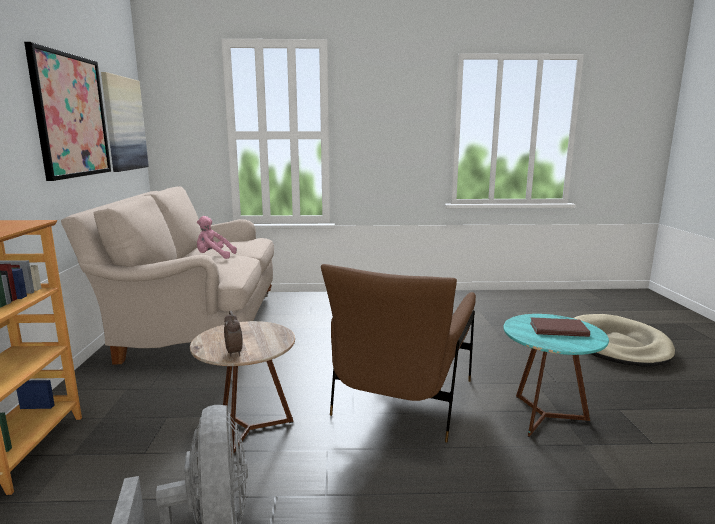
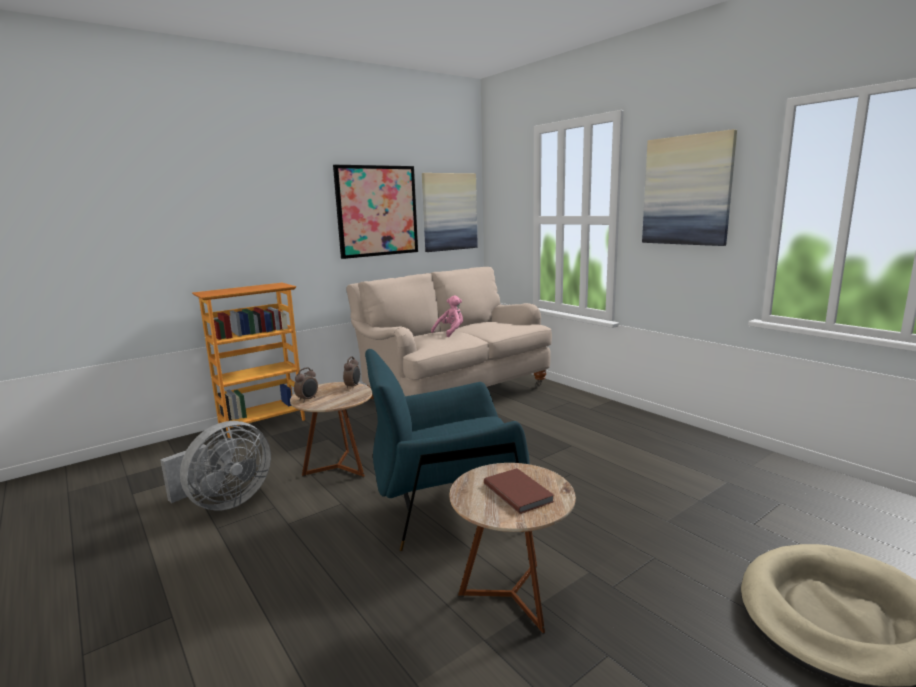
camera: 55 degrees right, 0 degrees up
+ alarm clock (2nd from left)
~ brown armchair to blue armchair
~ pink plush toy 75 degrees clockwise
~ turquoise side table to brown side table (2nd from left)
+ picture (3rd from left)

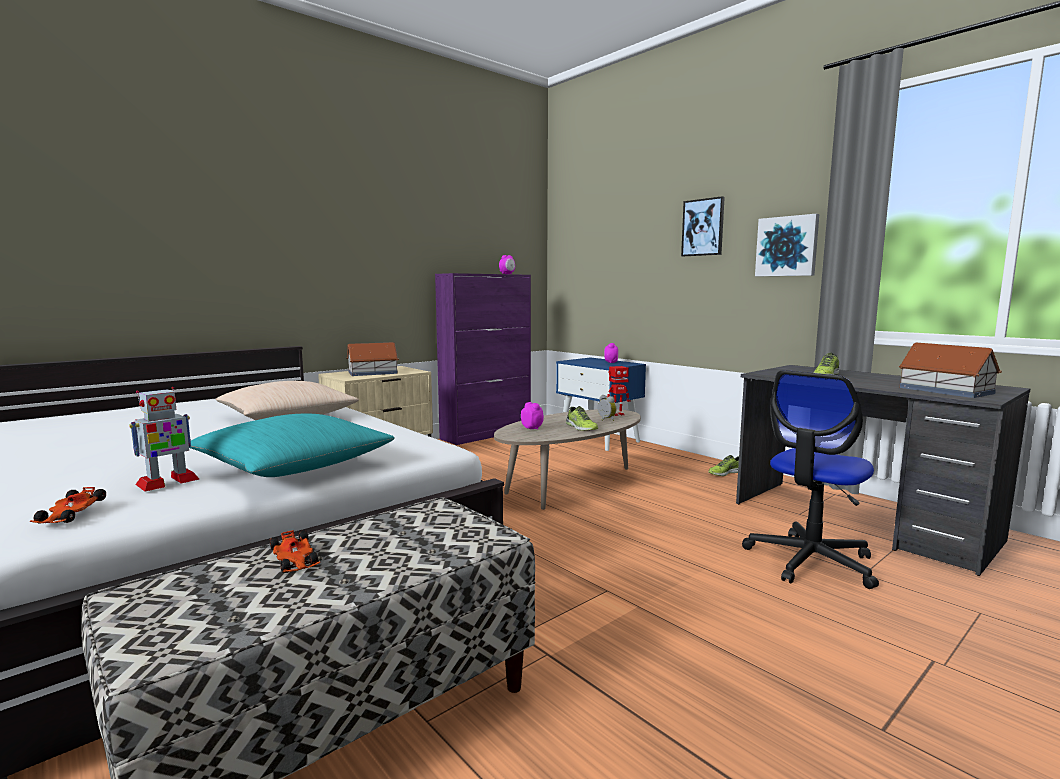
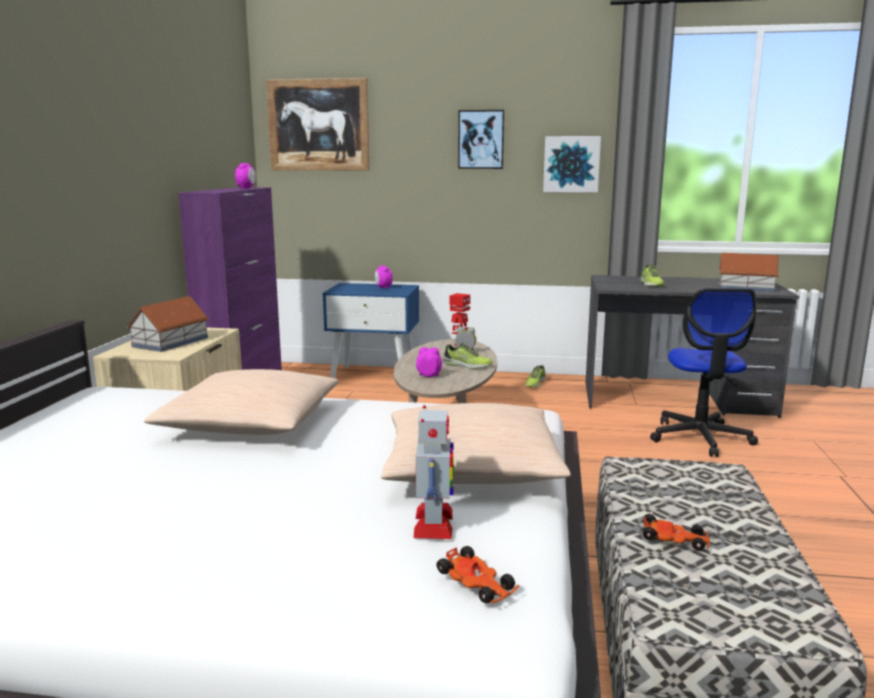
camera: 40 degrees left, 5 degrees up
+ picture (1st from left)
~ turquoise pillow to beige pillow (2nd from left)

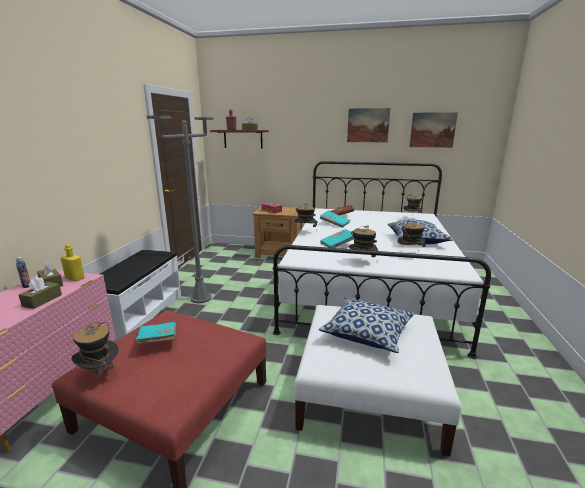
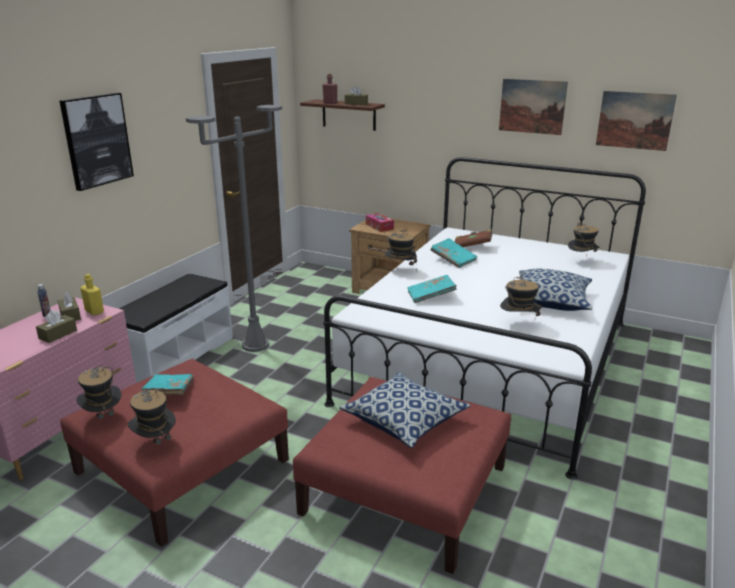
camera: 15 degrees right, 5 degrees up
+ picture (1st from left)
~ hat (3rd from left in the first image) to hat (2nd from left)
~ white ottoman to red ottoman (2nd from left)

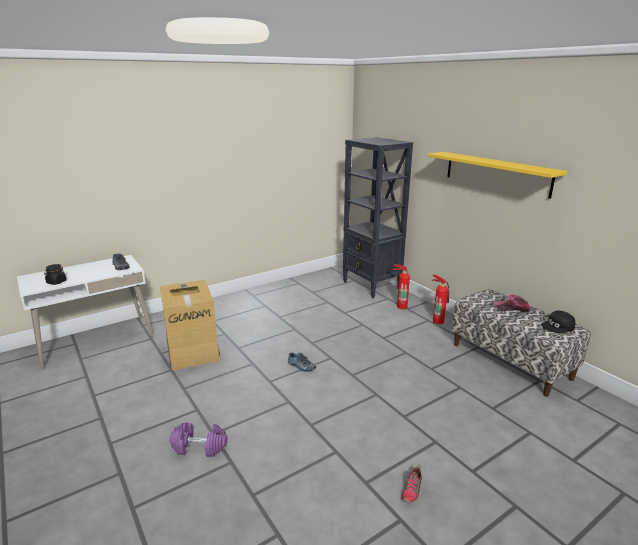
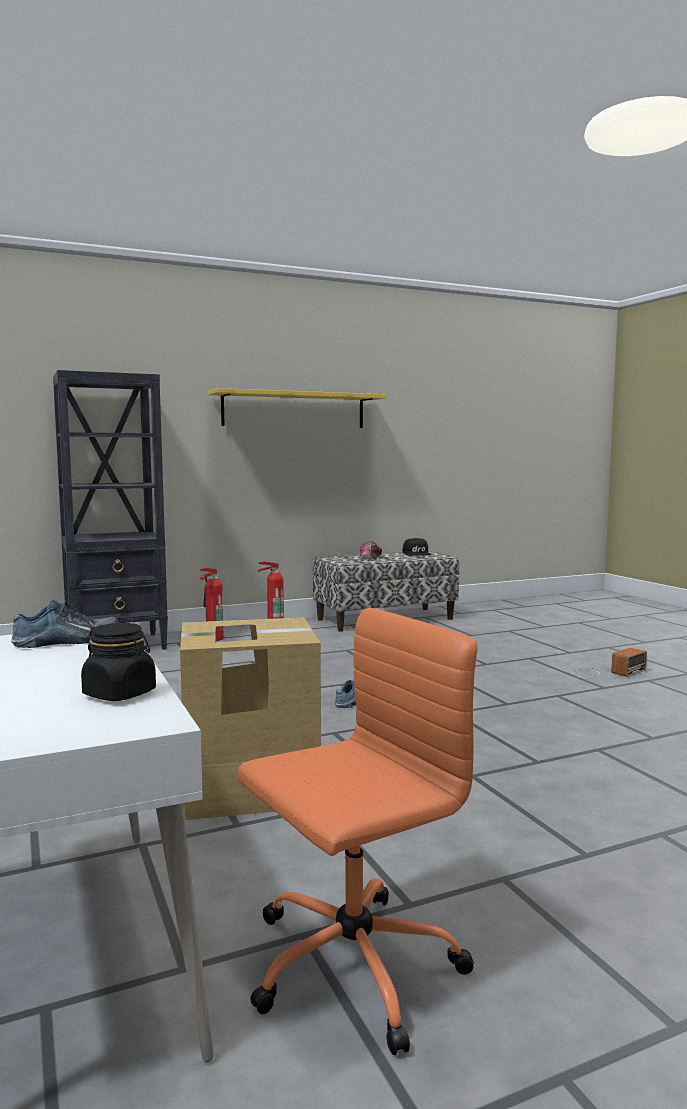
camera: 80 degrees left, 15 degrees down
+ orange office chair
~ shoe (3rd from left) to radio
- purple dumbbell

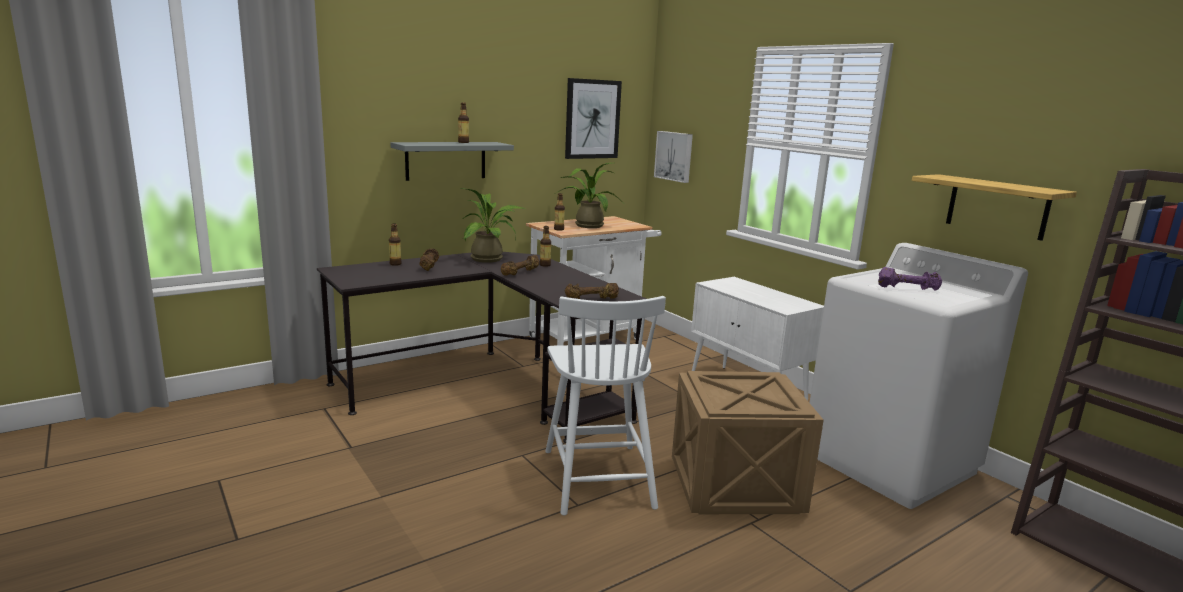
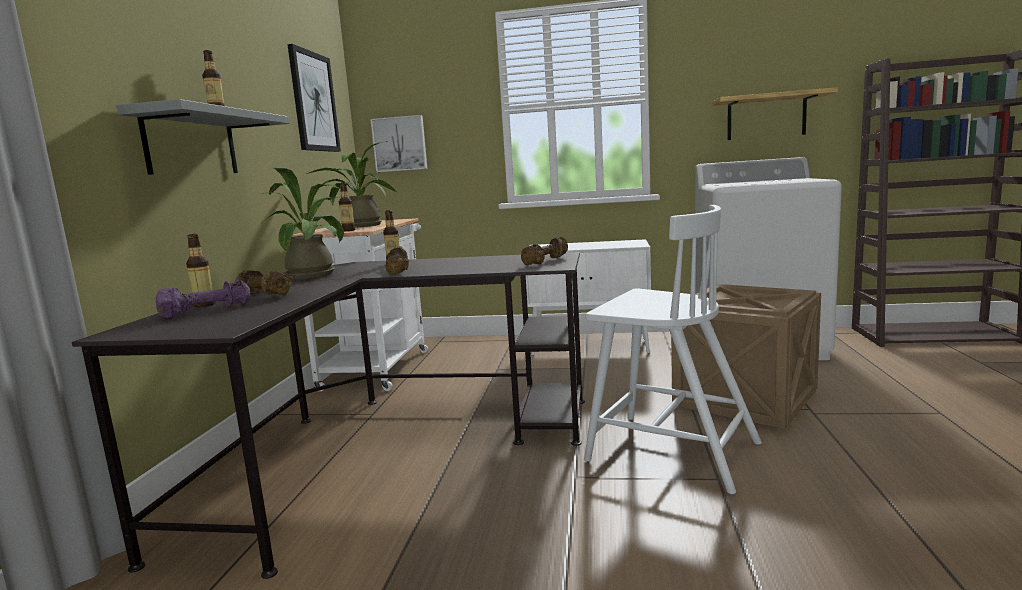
camera: 45 degrees left, 5 degrees down
~ purple dumbbell

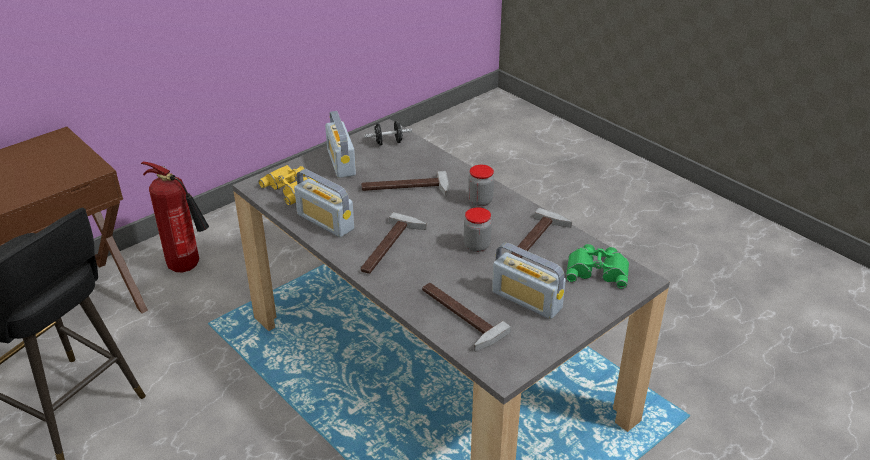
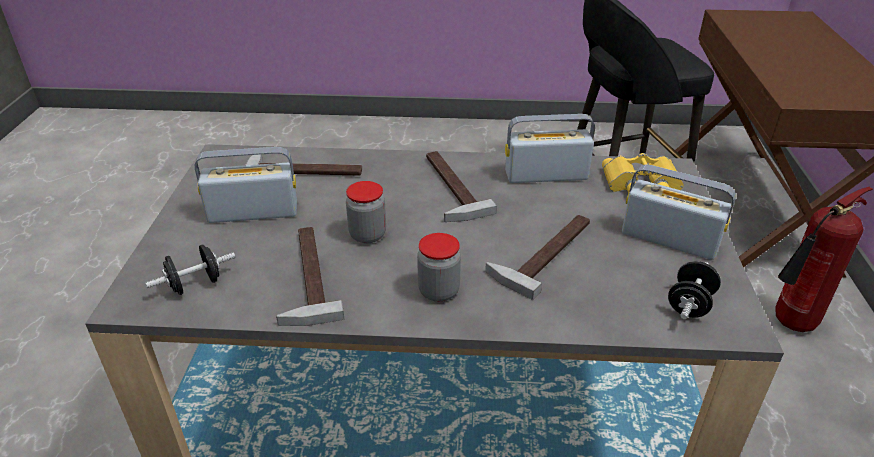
camera: 135 degrees right, 0 degrees up
~ green binoculars to black dumbbell (1st from left)

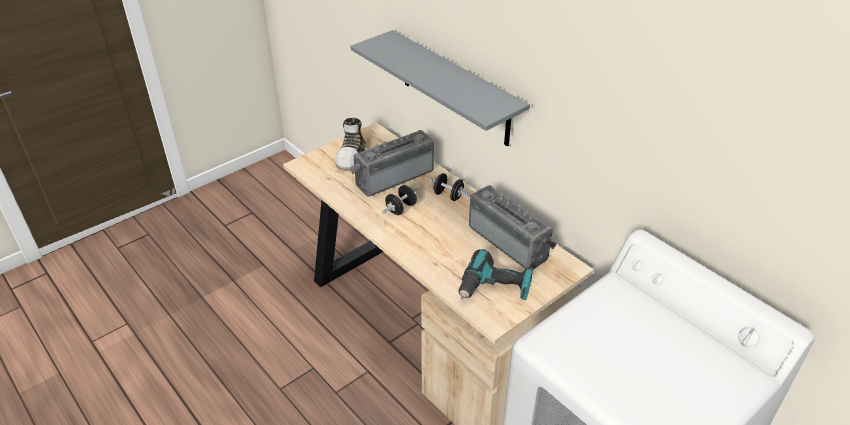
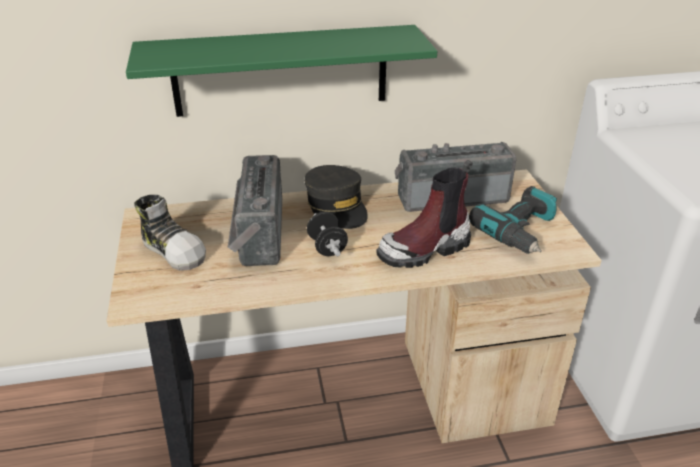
camera: 60 degrees left, 5 degrees down
~ grey shelf to green shelf
~ black dumbbell (2nd from left) to grey cap
+ boot

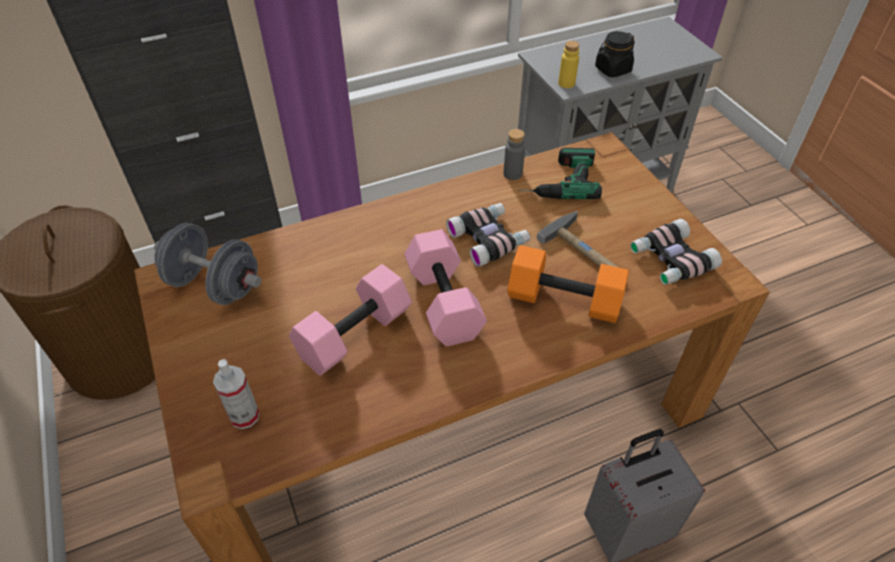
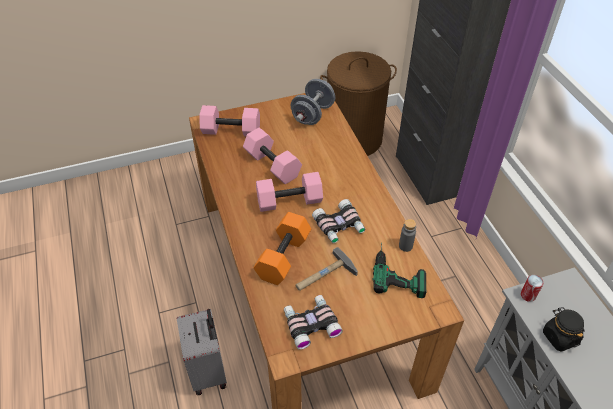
camera: 95 degrees right, 0 degrees up
~ spray bottle to pink dumbbell (1st from left)
~ yellow bottle to can

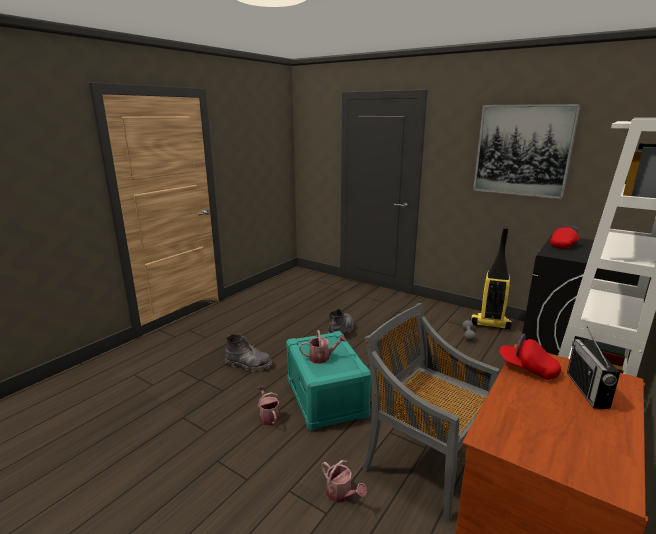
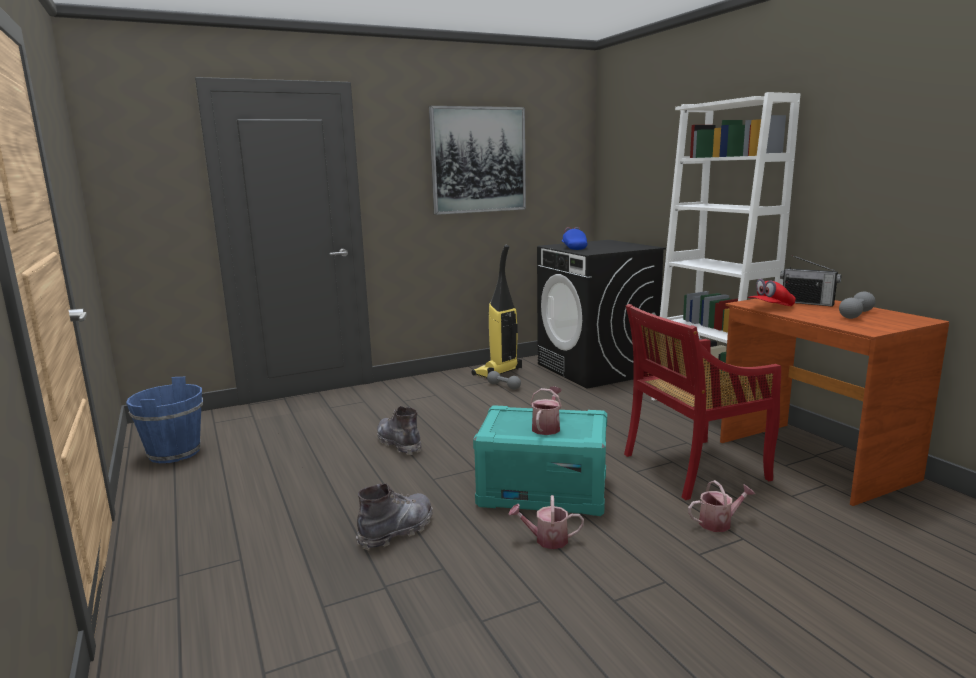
camera: 60 degrees left, 5 degrees down
+ blue bucket
~ red cap (2nd from left) to blue cap
~ grey chair to red chair
+ grey dumbbell (2nd from left)

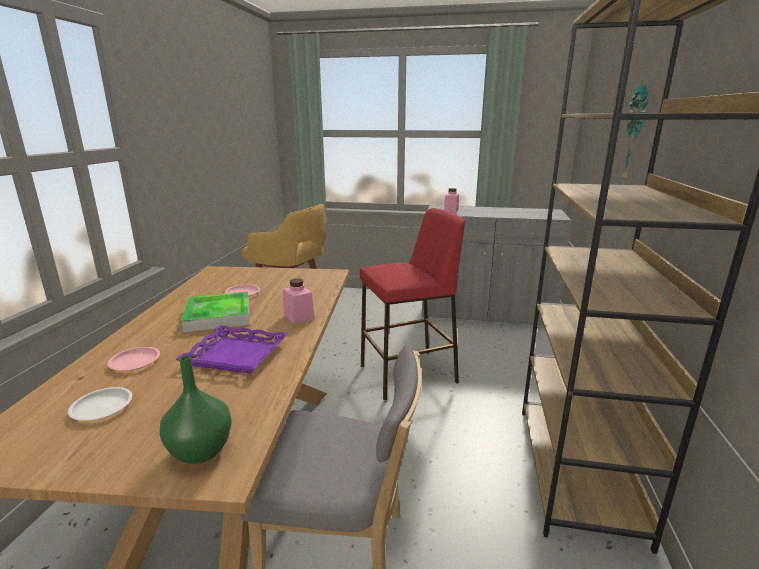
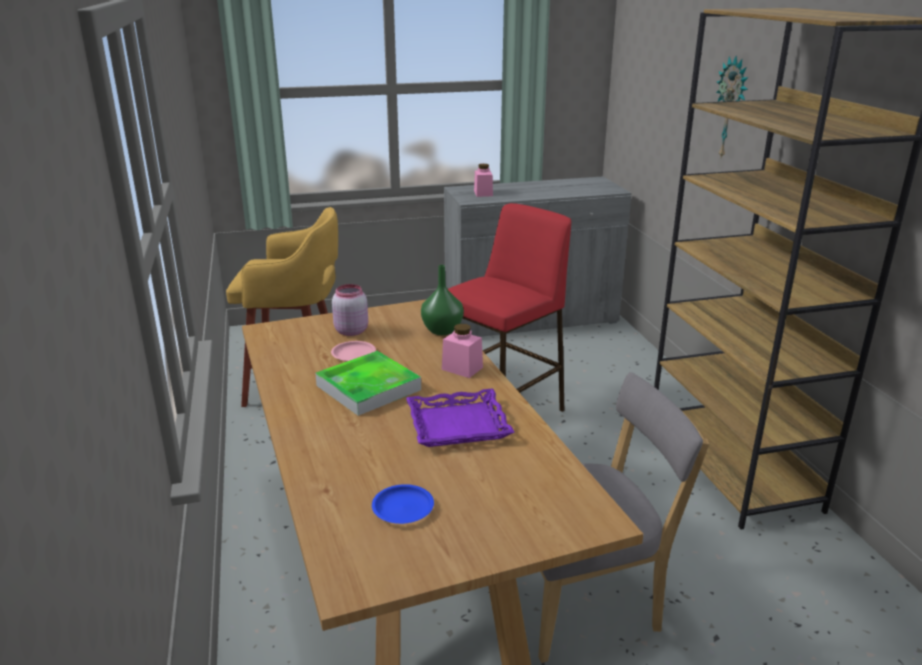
camera: 25 degrees left, 5 degrees up
+ pink jar (1st from left)
~ white plate to blue plate
~ green vase
- pink plate (1st from left)

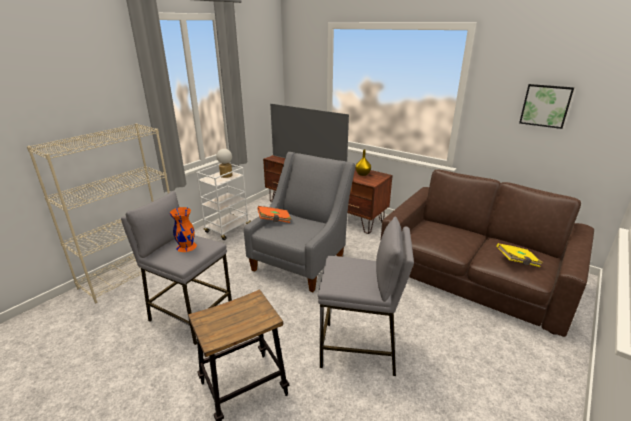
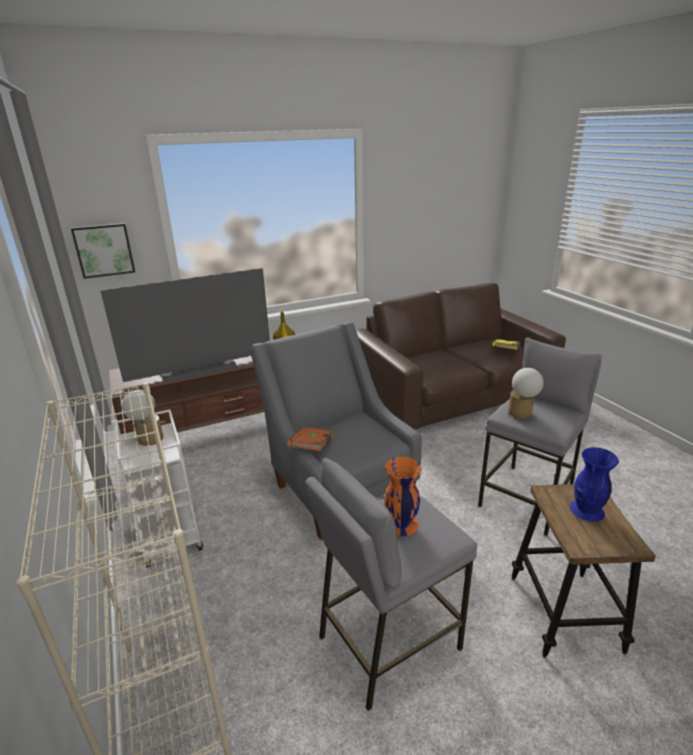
camera: 60 degrees left, 0 degrees up
~ picture
+ table lamp (2nd from left)
+ blue vase

